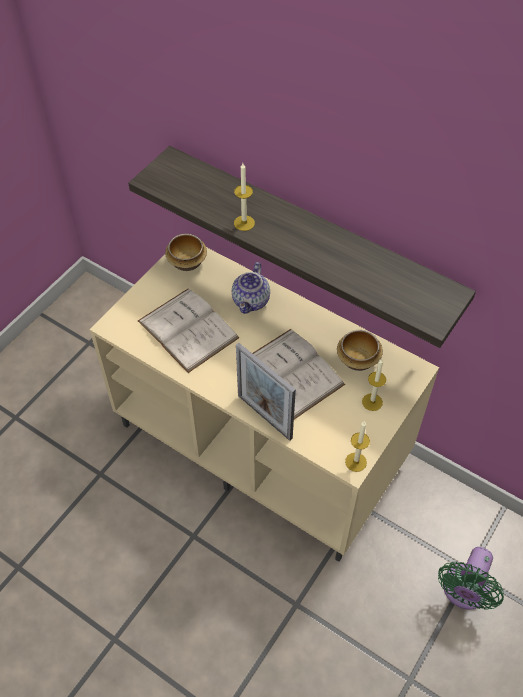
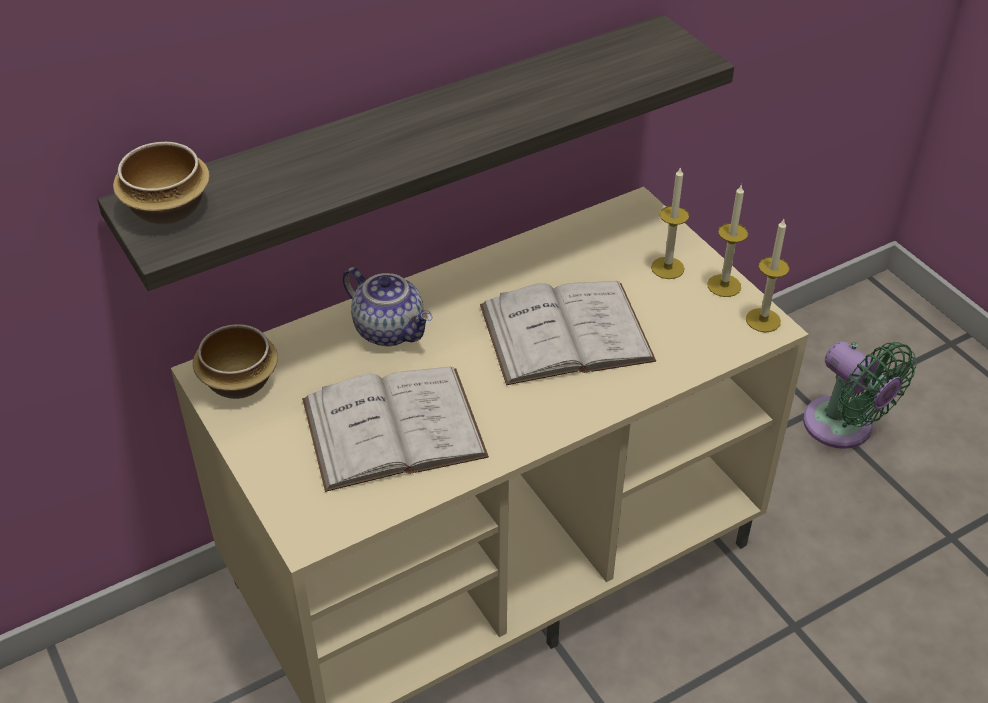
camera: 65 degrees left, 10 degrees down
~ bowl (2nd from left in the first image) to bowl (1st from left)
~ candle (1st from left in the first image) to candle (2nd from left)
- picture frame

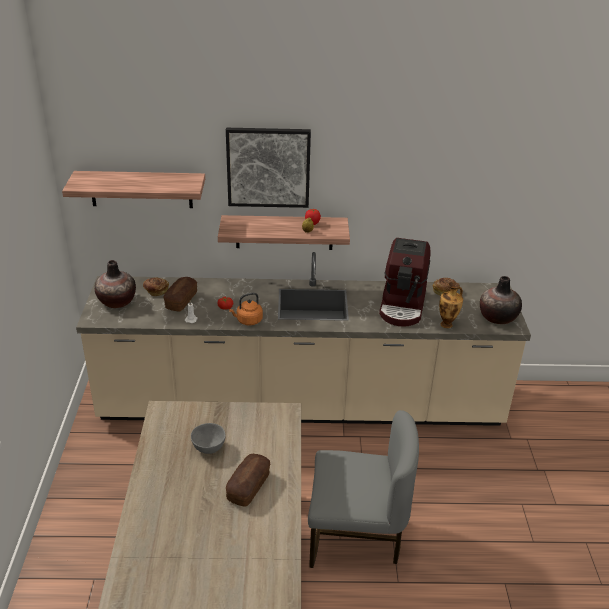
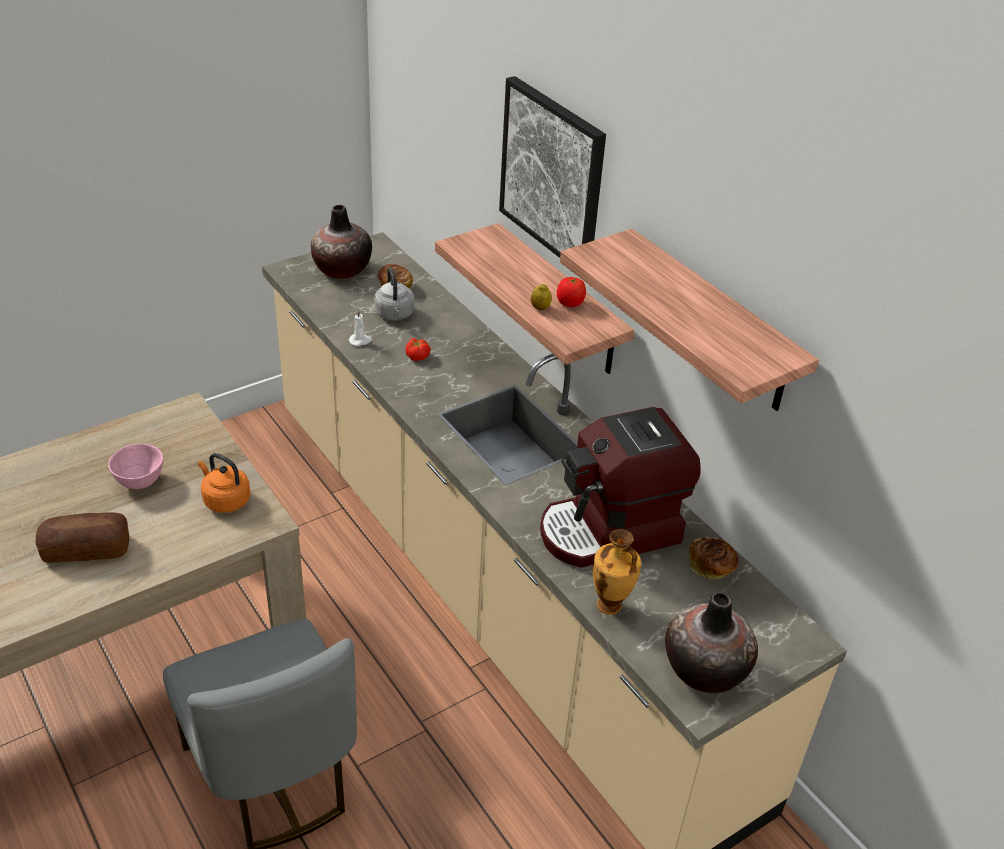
camera: 55 degrees right, 5 degrees up
~ grey bowl to pink bowl
~ orange kettle
~ bread (2nd from left) to grey kettle
~ shelf (1st from left in the first image) to shelf (2nd from left)

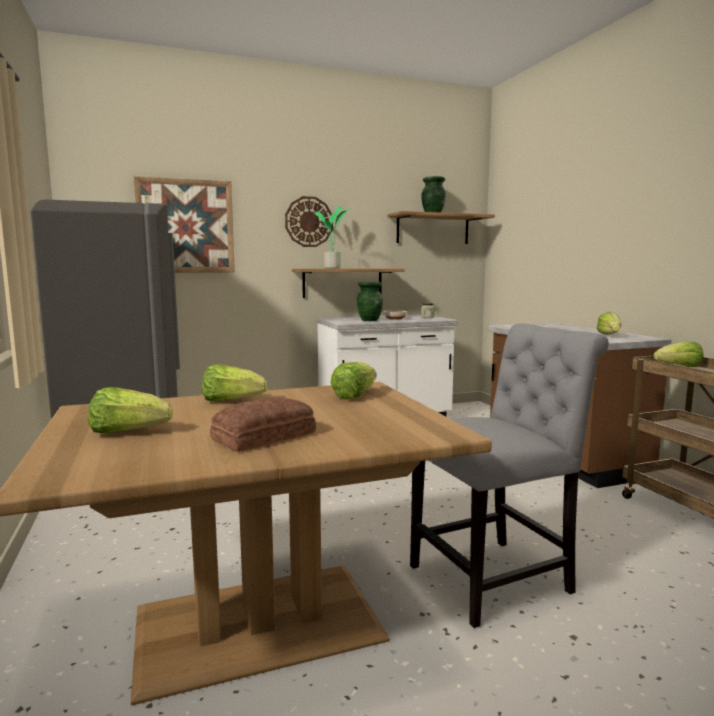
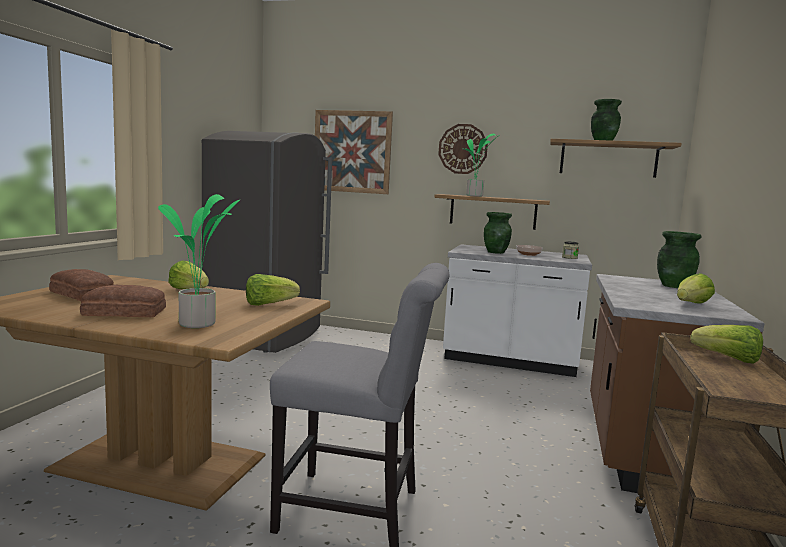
camera: 35 degrees right, 0 degrees up
~ lettuce (1st from left) to bread (1st from left)
+ potted plant (1st from left)
+ green vase (3rd from left)

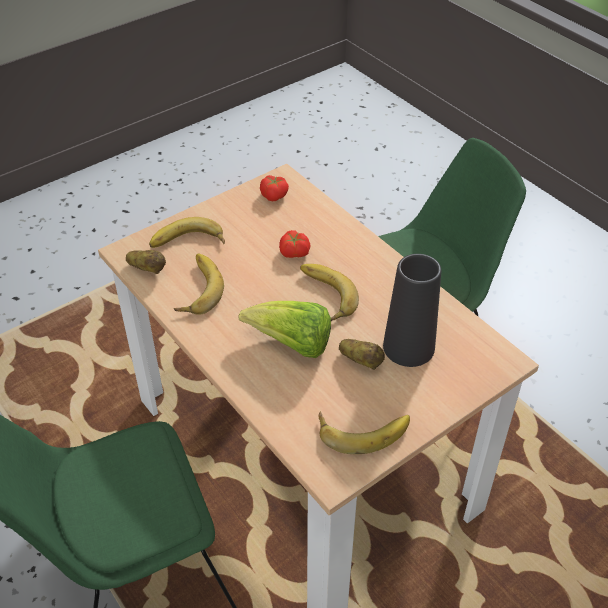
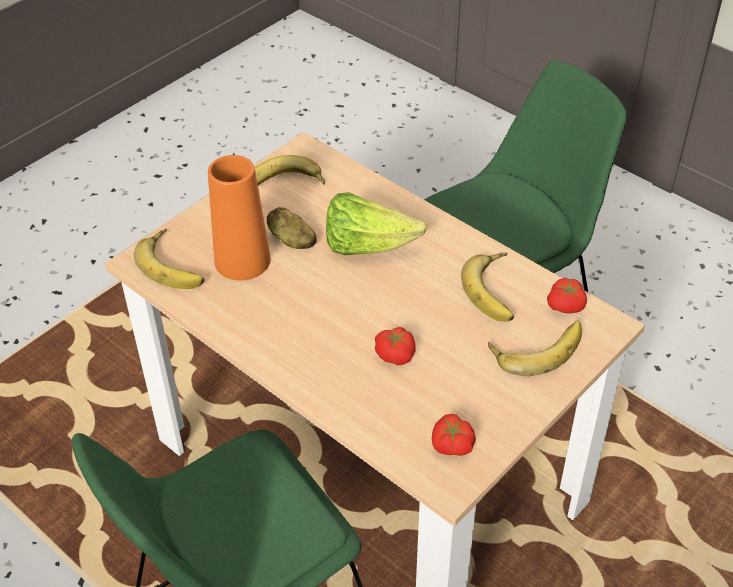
camera: 170 degrees right, 0 degrees up
~ banana (3rd from left in the first image) to banana (1st from left)
~ black vase to orange vase
~ potato (1st from left) to tomato (3rd from left)

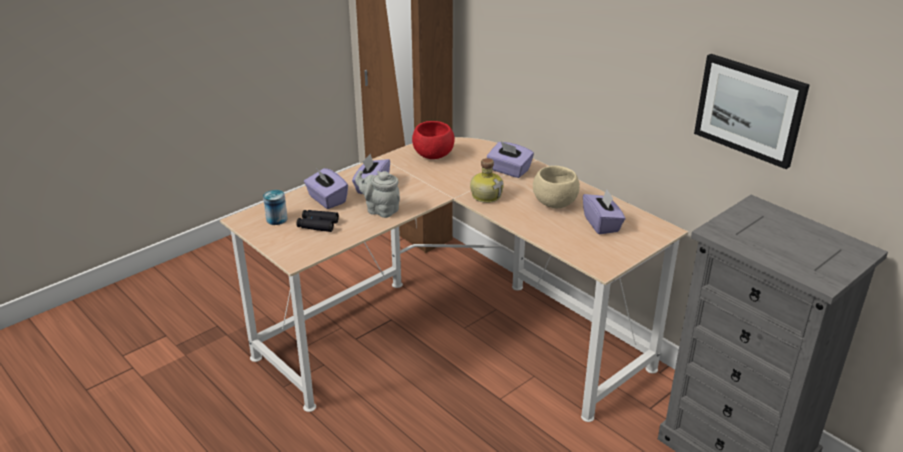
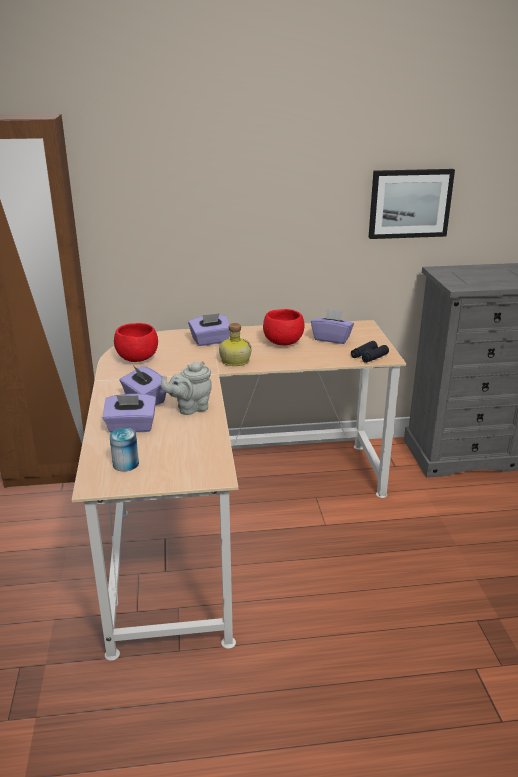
camera: 55 degrees left, 5 degrees down
~ beige bowl to red bowl (2nd from left)
~ black binoculars

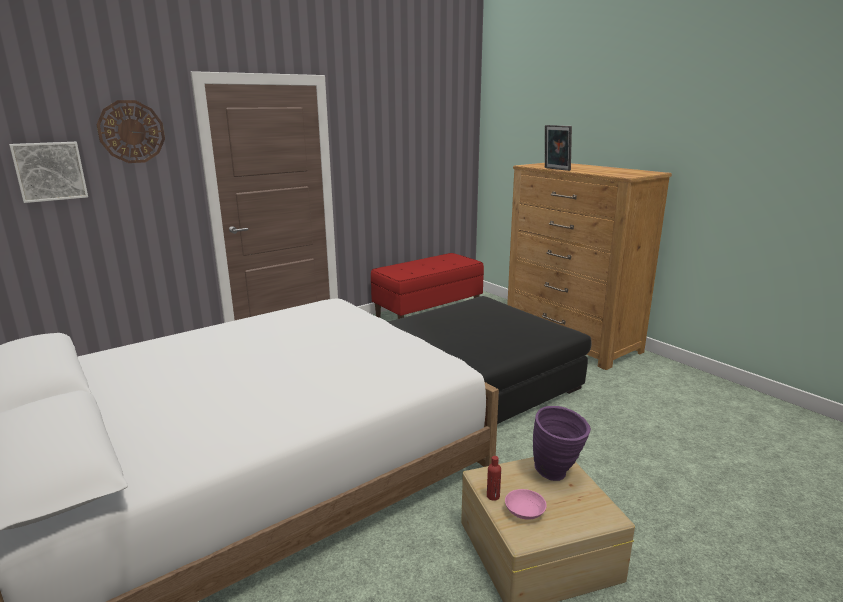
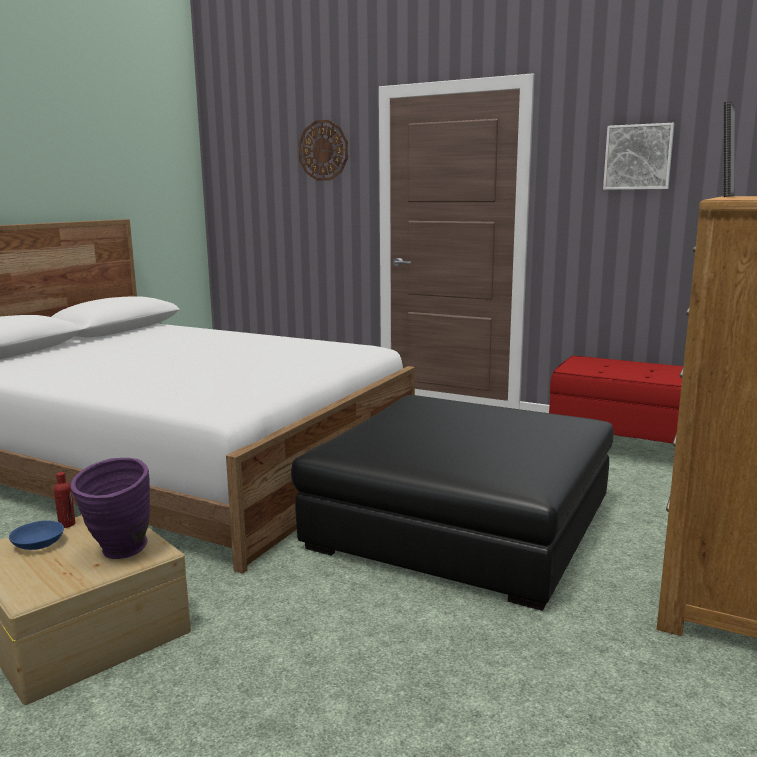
camera: 65 degrees right, 5 degrees down
~ pink bowl to blue bowl
~ picture

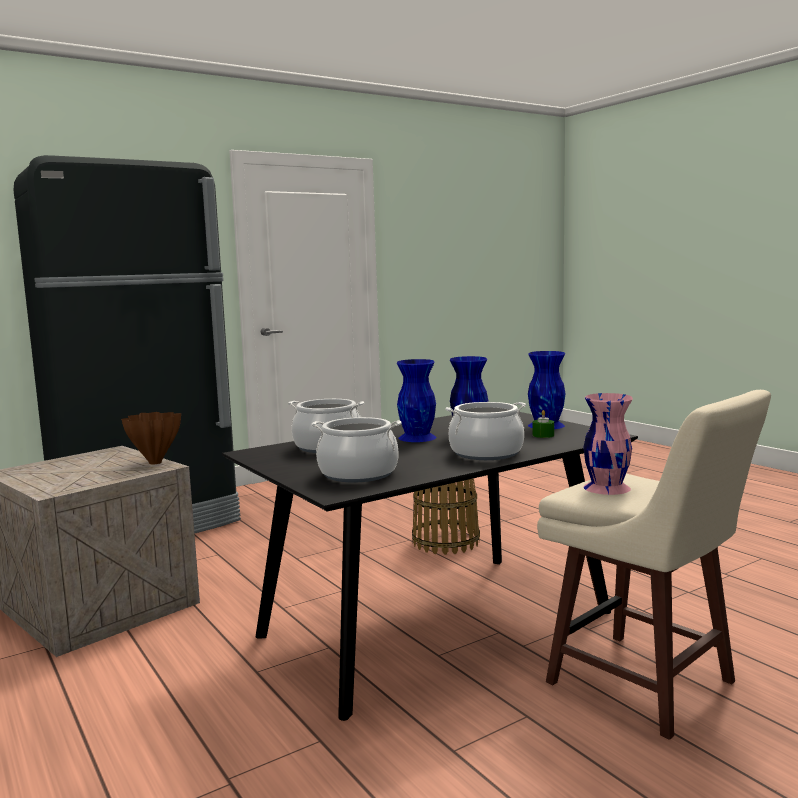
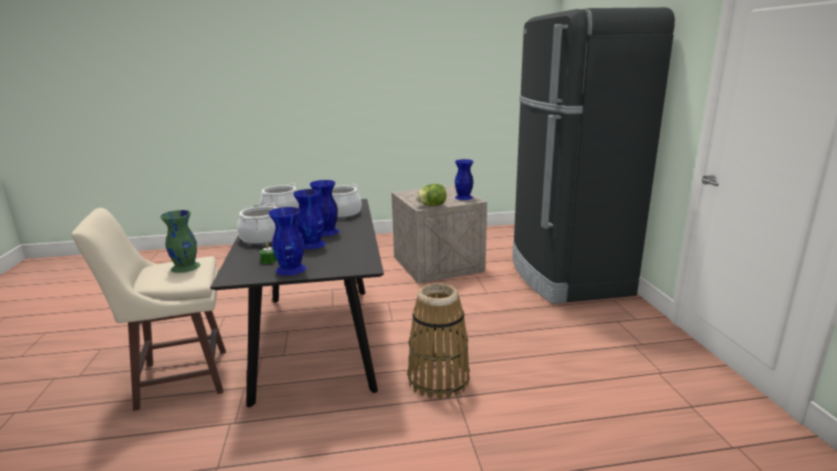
camera: 115 degrees right, 10 degrees up
~ pink vase to green vase
~ brown vase to lettuce
+ blue vase (4th from left)

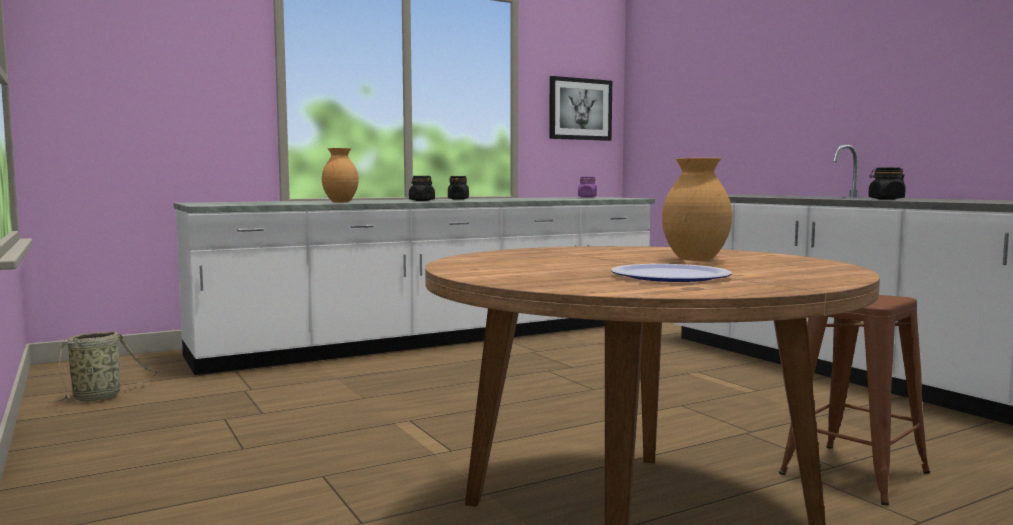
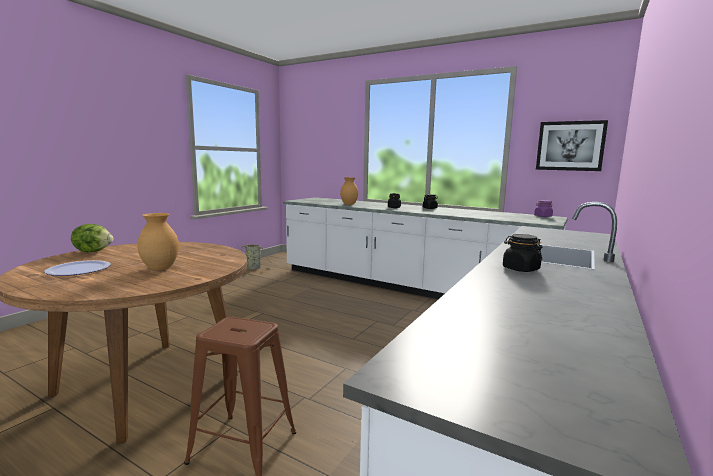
camera: 60 degrees right, 5 degrees up
+ lettuce

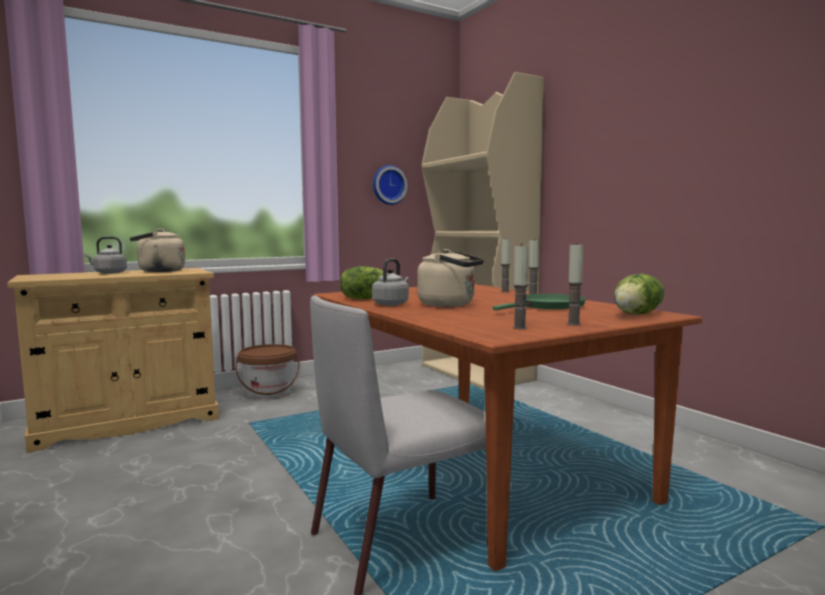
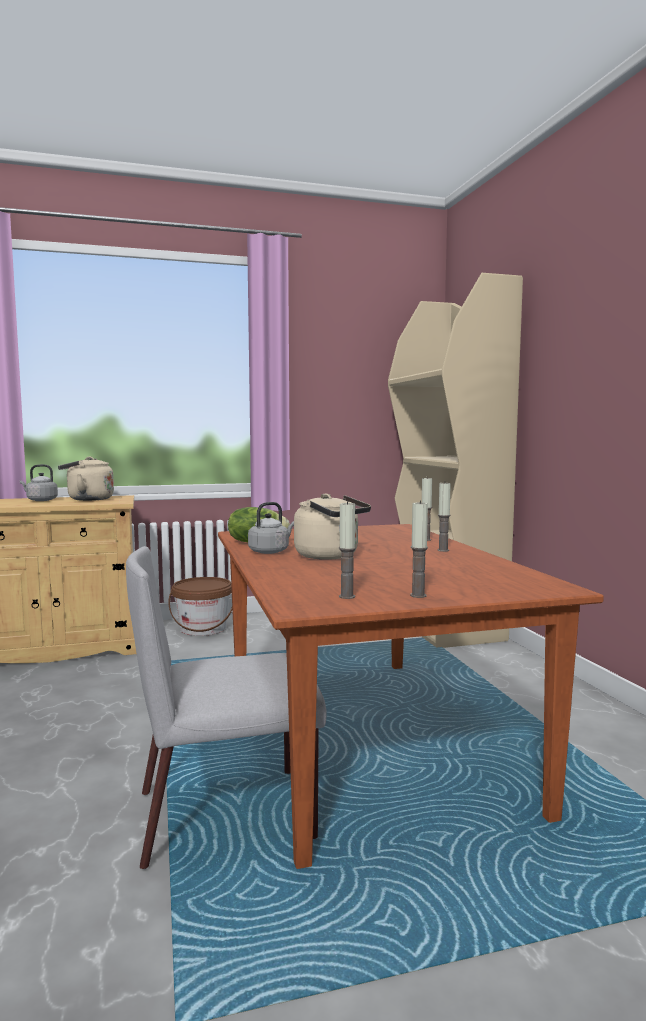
camera: 15 degrees right, 0 degrees up
- wall clock
- green frying pan
- lettuce (2nd from left)

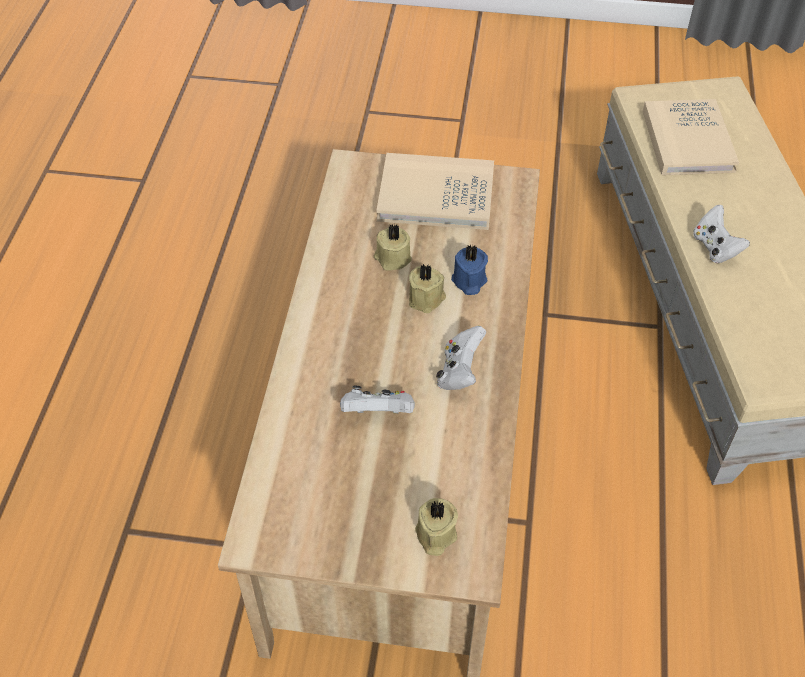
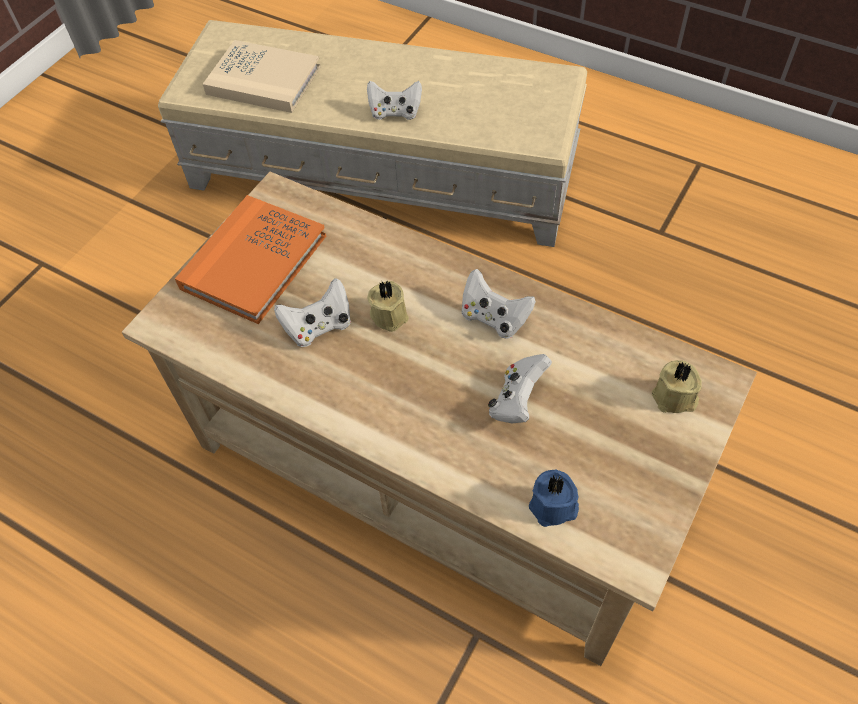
camera: 65 degrees left, 5 degrees up
~ beige book (1st from left) to orange book
~ beige candle (1st from left) to white game controller (1st from left)
~ blue candle

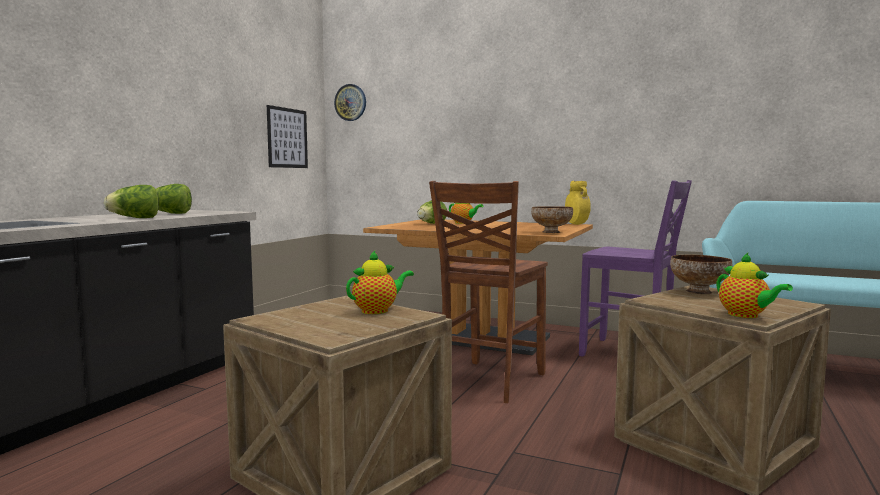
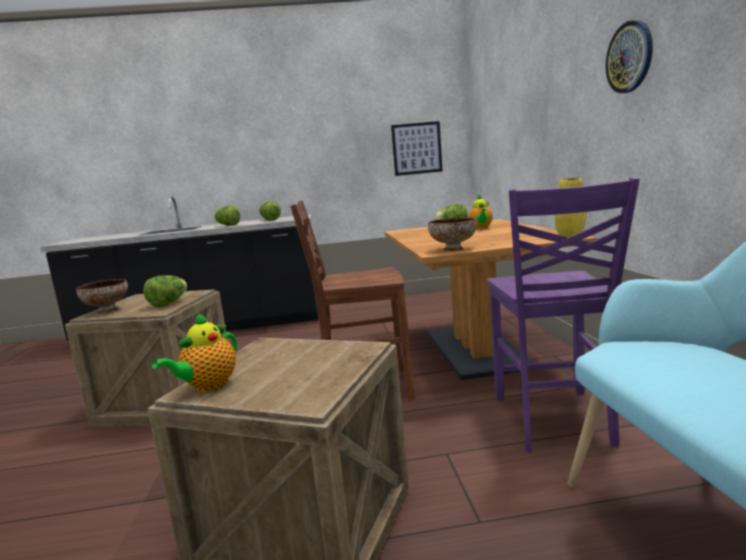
camera: 60 degrees right, 5 degrees up
~ bowl (2nd from left in the first image) to bowl (1st from left)
~ teapot (1st from left) to lettuce (1st from left)
~ wall clock

